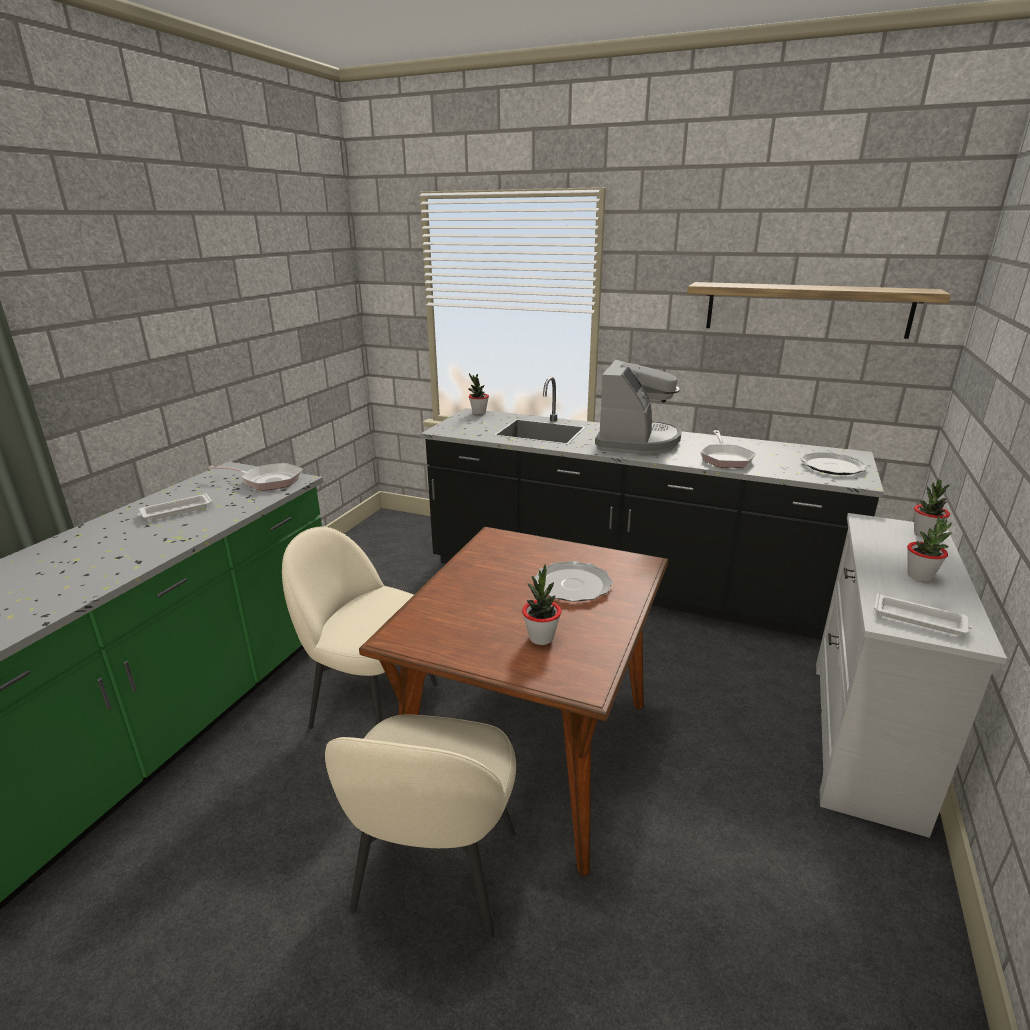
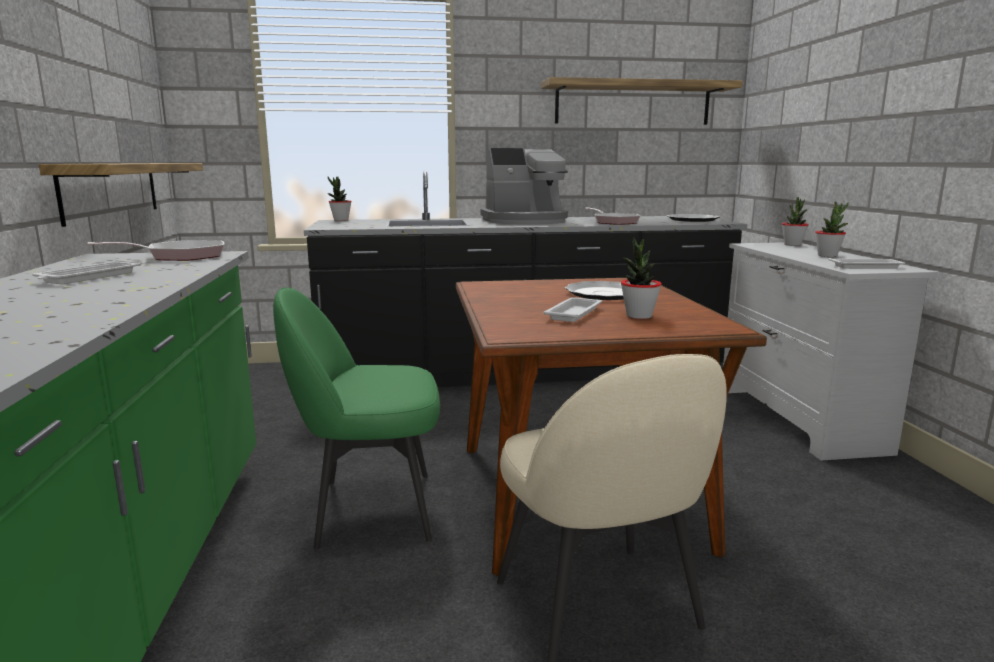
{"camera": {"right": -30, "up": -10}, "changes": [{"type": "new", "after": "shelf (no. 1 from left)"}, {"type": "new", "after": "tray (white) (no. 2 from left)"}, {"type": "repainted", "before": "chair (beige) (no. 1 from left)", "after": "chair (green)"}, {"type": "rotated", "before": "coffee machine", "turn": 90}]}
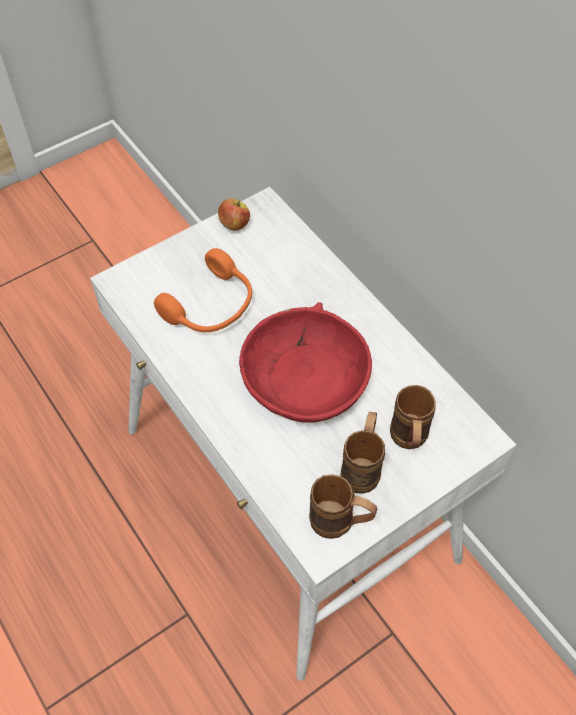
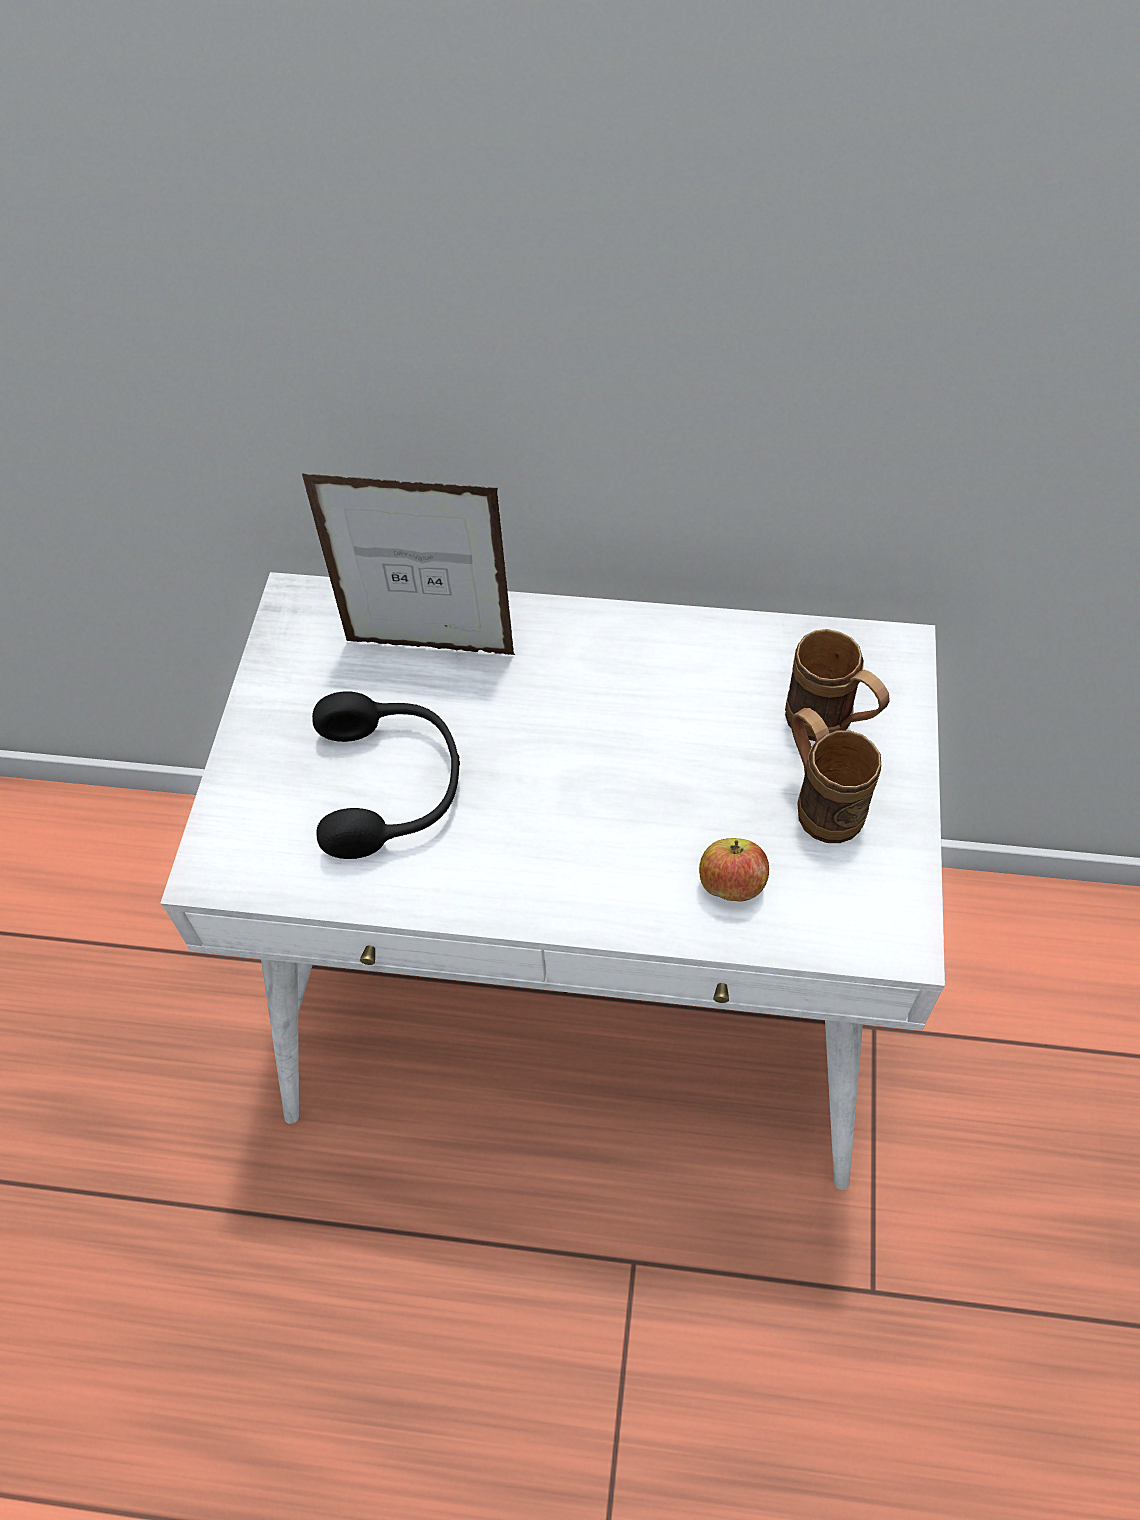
{"camera": {"right": -45, "up": 0}, "changes": [{"type": "gone", "before": "bowl (red)"}, {"type": "gone", "before": "mug (brown) (no. 1 from left)"}, {"type": "new", "after": "picture frame"}, {"type": "shifted", "before": "apple"}, {"type": "repainted", "before": "headphones (orange)", "after": "headphones (black)"}]}
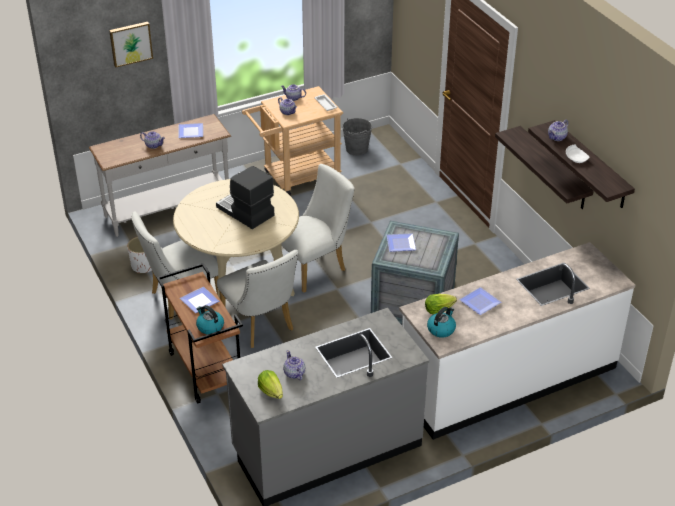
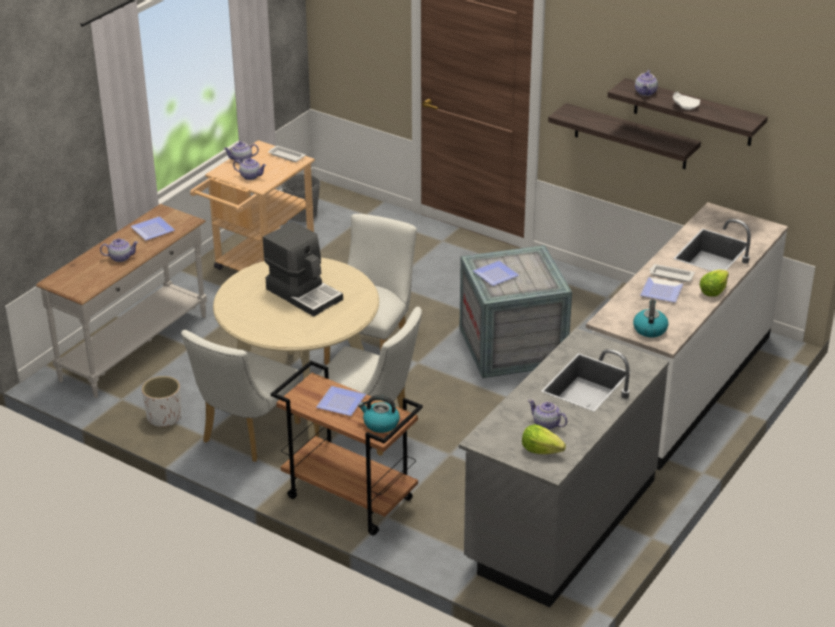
{"camera": {"right": -30, "up": -5}, "changes": [{"type": "gone", "before": "picture"}, {"type": "new", "after": "tray (white) (no. 2 from left)"}, {"type": "shifted", "before": "lettuce (no. 2 from left)"}, {"type": "rotated", "before": "coffee machine", "turn": -150}]}
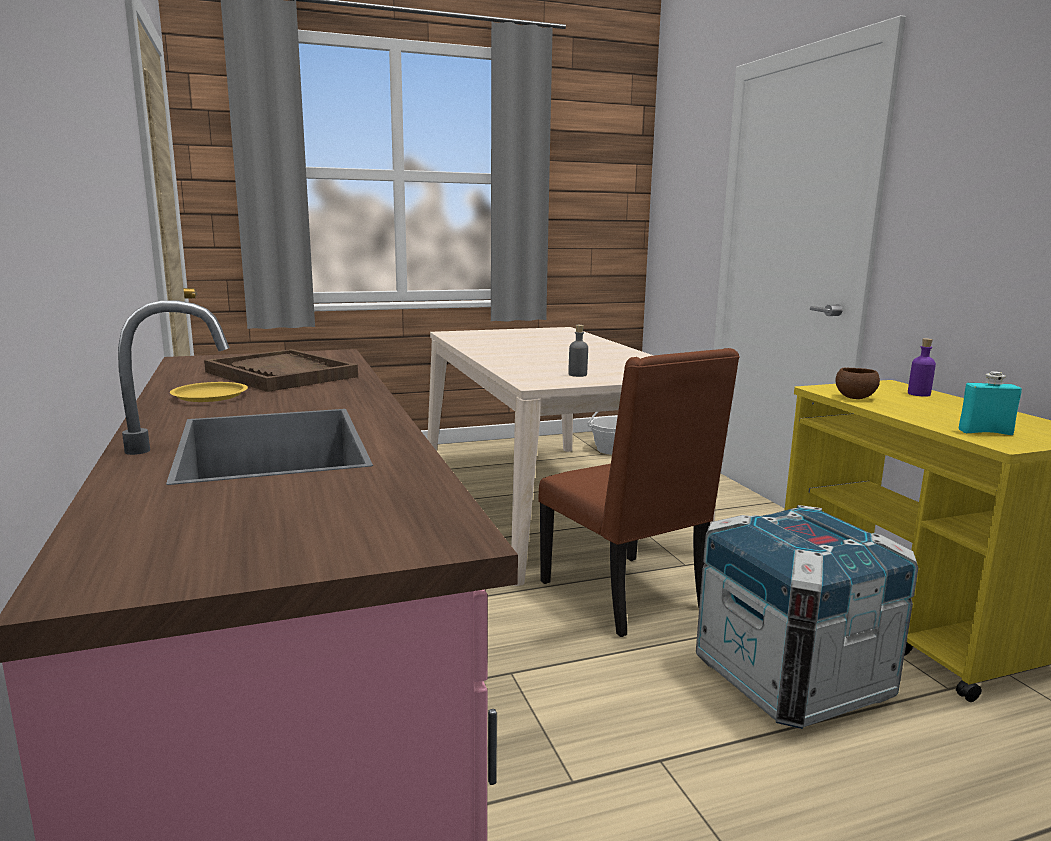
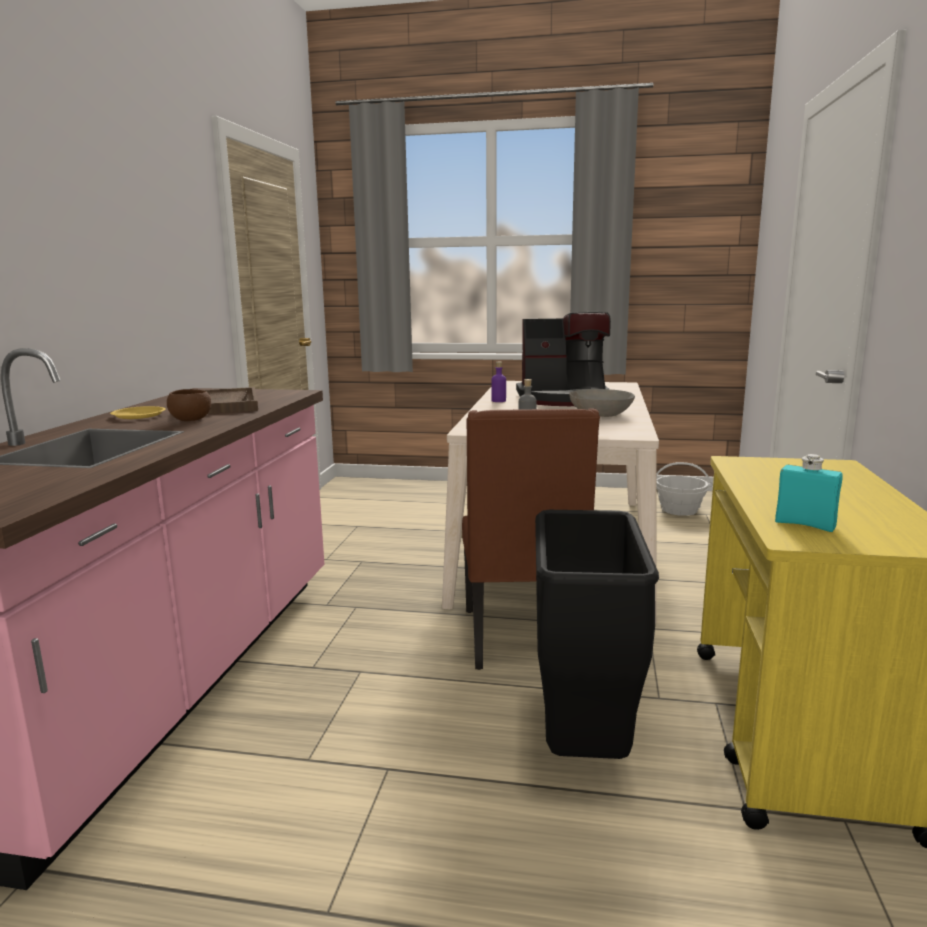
{"camera": {"right": 30, "up": 0}, "changes": [{"type": "new", "after": "coffee machine"}, {"type": "new", "after": "bowl (grey)"}, {"type": "shifted", "before": "bowl (brown)"}, {"type": "shifted", "before": "bottle (purple)"}, {"type": "swapped", "before": "crate", "after": "trash can (black)"}]}
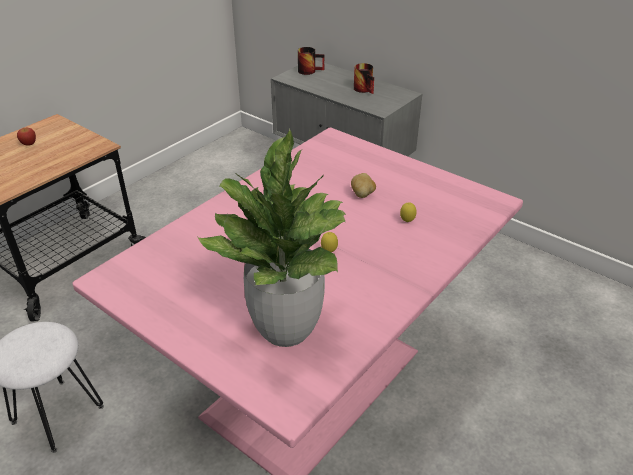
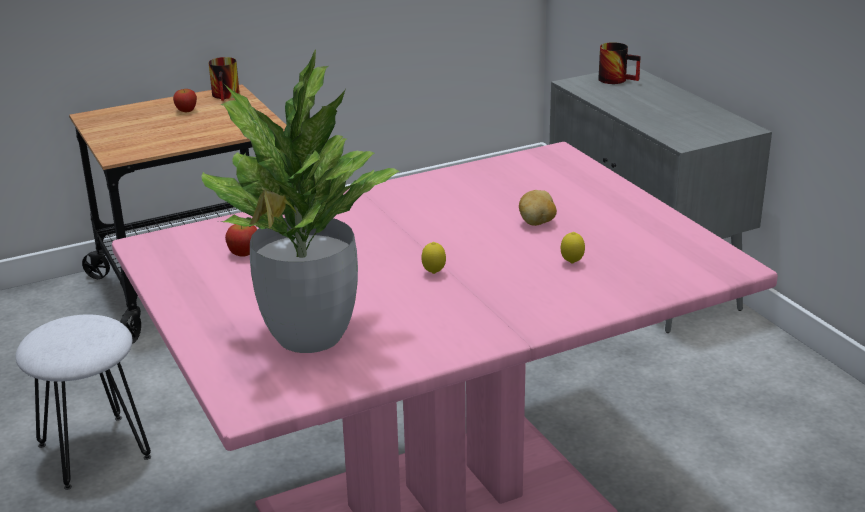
{"camera": {"right": 25, "up": -10}, "changes": [{"type": "new", "after": "apple (no. 2 from left)"}, {"type": "shifted", "before": "mug (no. 2 from left in the first image)", "after": "mug (no. 1 from left)"}]}
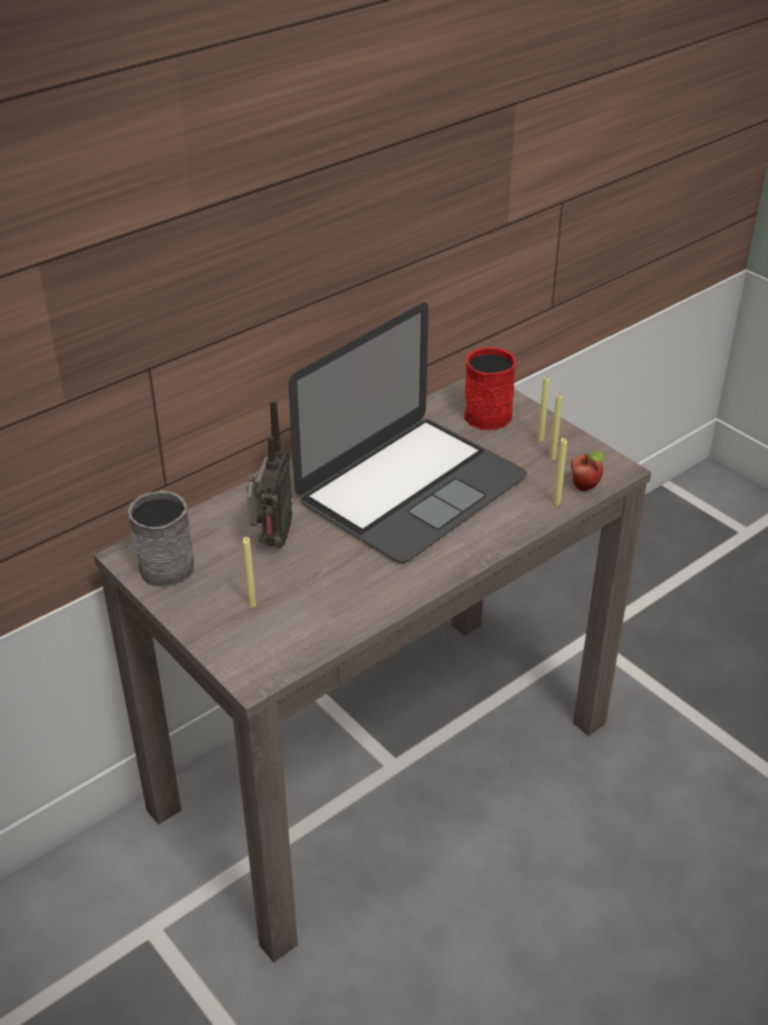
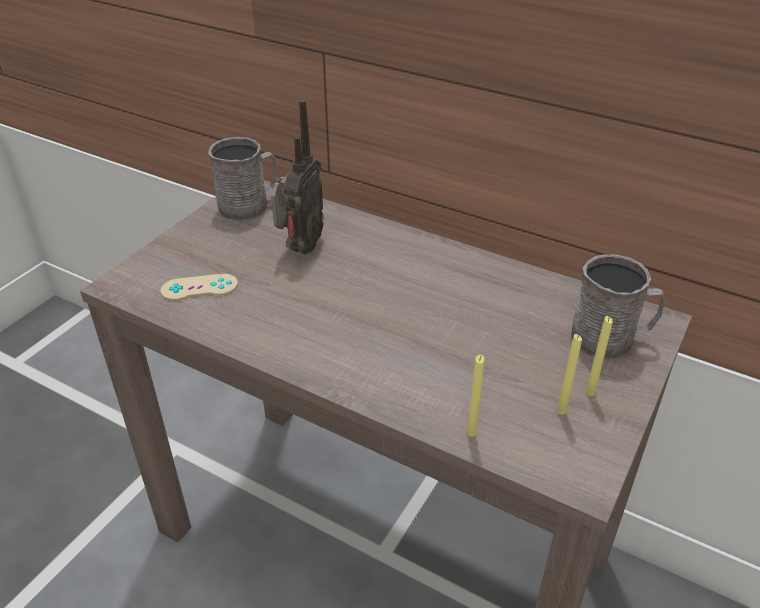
{"camera": {"right": 70, "up": 0}, "changes": [{"type": "gone", "before": "candle (yellow) (no. 1 from left)"}, {"type": "gone", "before": "laptop"}, {"type": "gone", "before": "apple"}, {"type": "new", "after": "game controller (beige)"}, {"type": "repainted", "before": "mug (red)", "after": "mug (grey) (no. 2 from left)"}, {"type": "rotated", "before": "radio", "turn": -60}]}
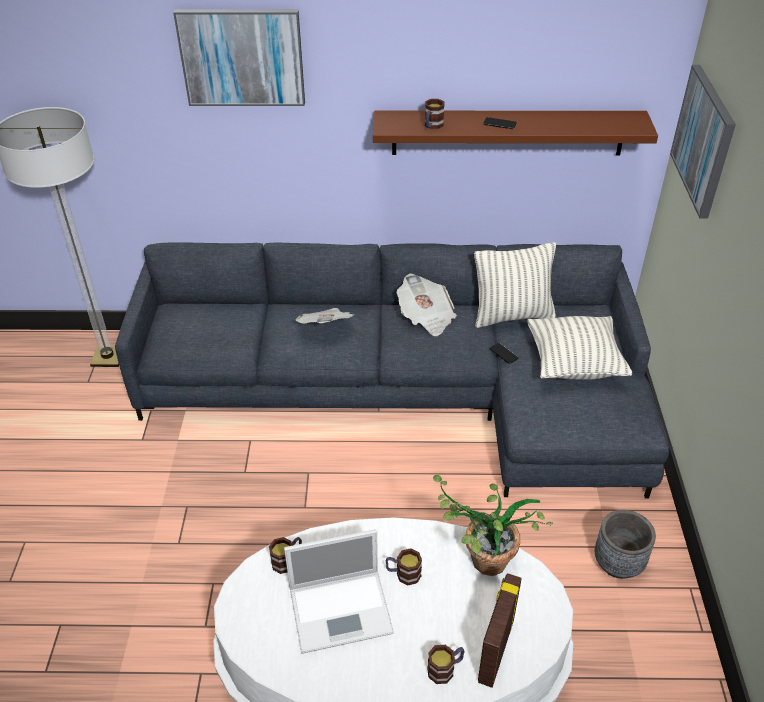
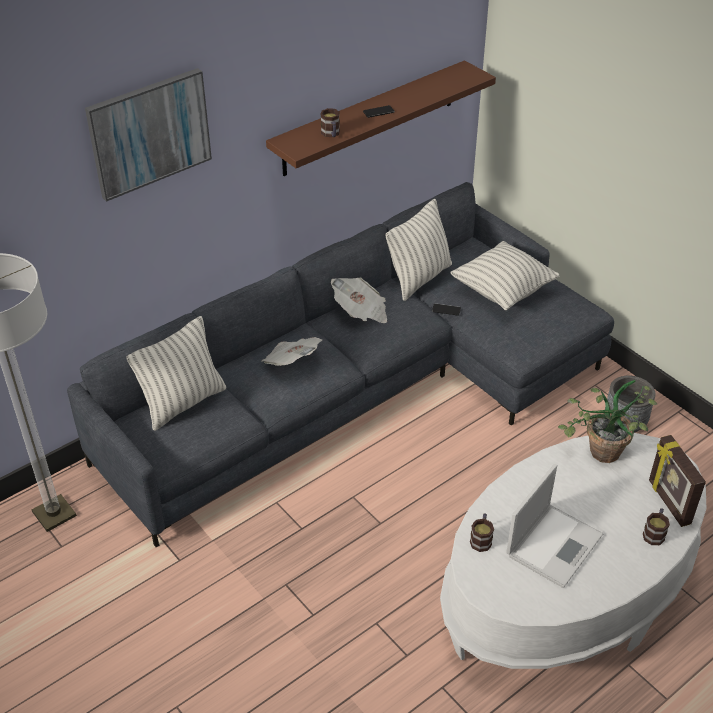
{"camera": {"right": -40, "up": 0}, "changes": [{"type": "gone", "before": "mug (no. 2 from left)"}, {"type": "gone", "before": "picture (no. 2 from left)"}, {"type": "new", "after": "pillow (no. 1 from left)"}]}
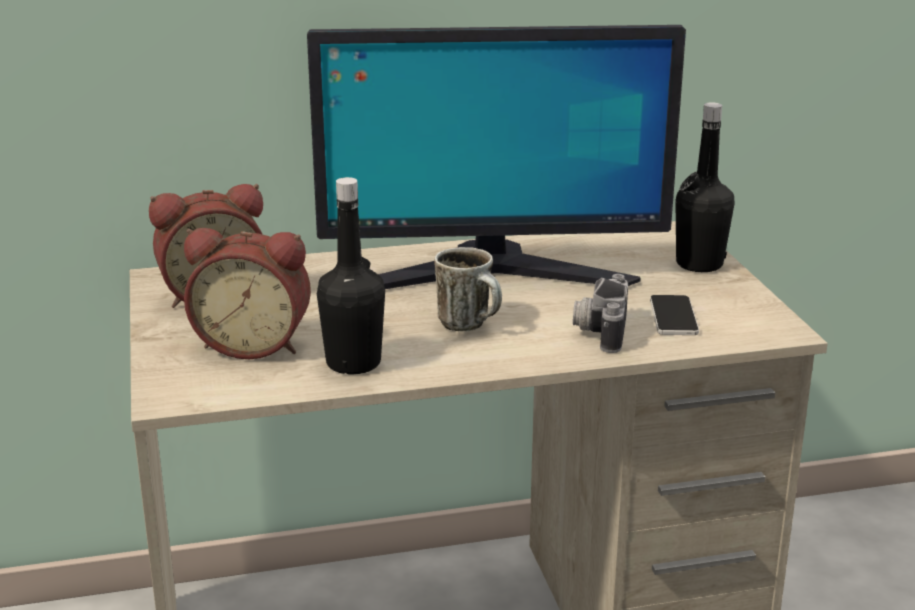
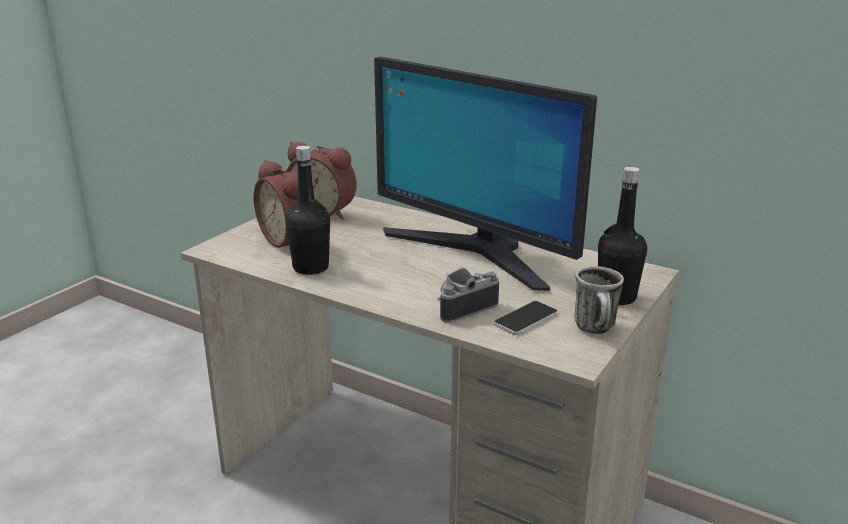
{"camera": {"right": 45, "up": 0}, "changes": [{"type": "shifted", "before": "mug"}]}
